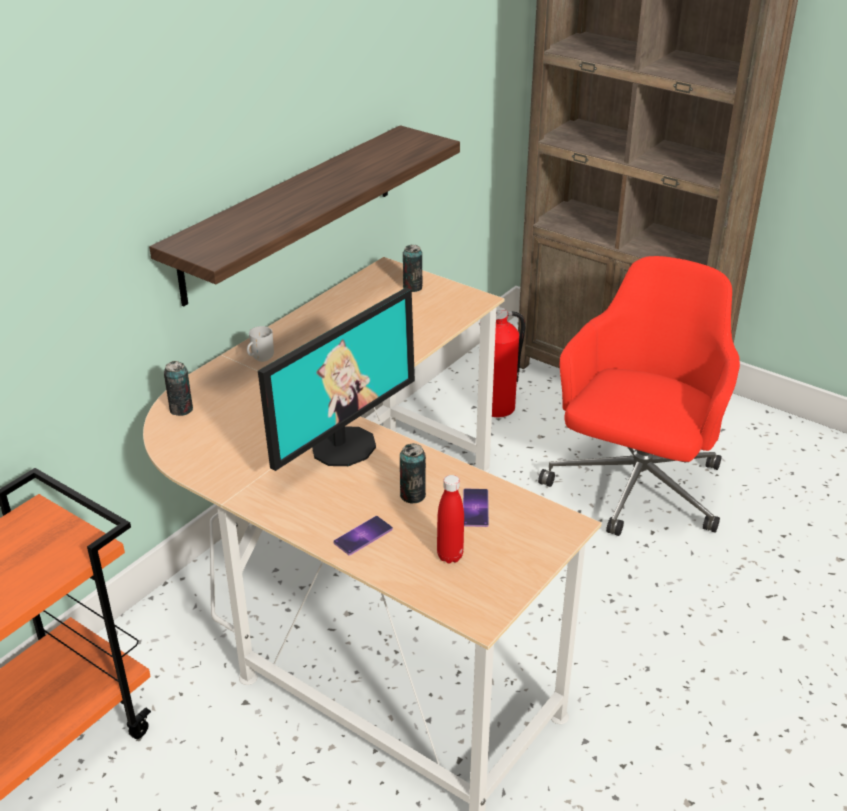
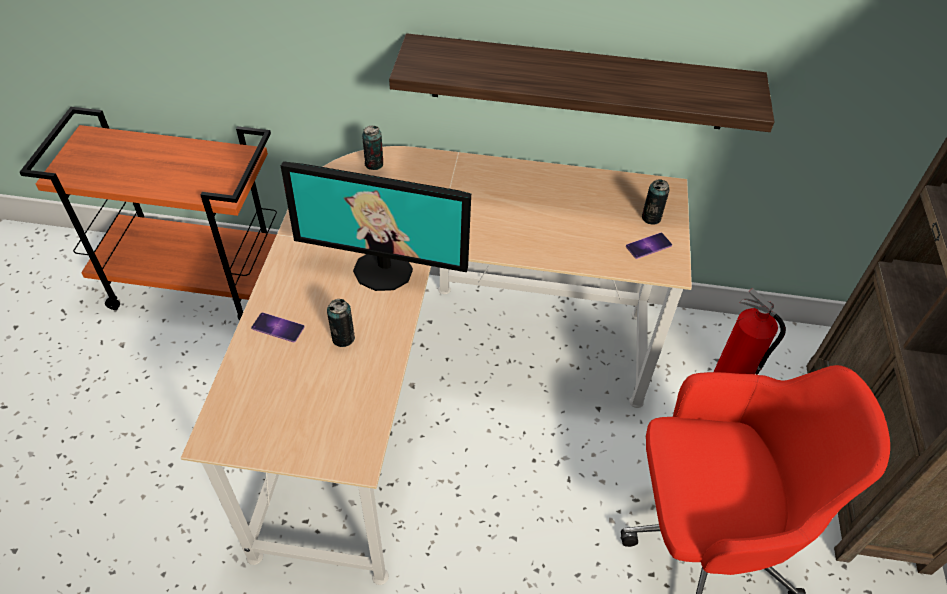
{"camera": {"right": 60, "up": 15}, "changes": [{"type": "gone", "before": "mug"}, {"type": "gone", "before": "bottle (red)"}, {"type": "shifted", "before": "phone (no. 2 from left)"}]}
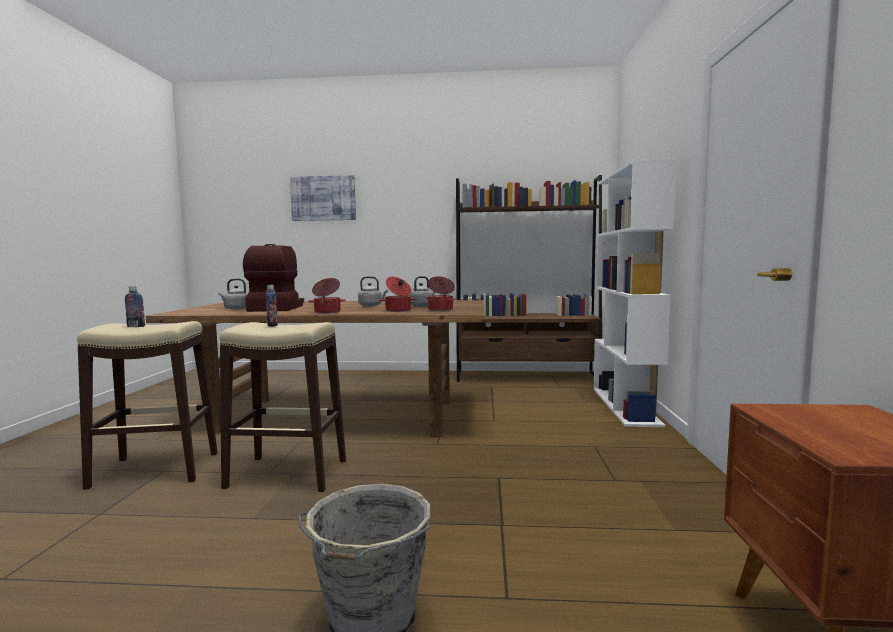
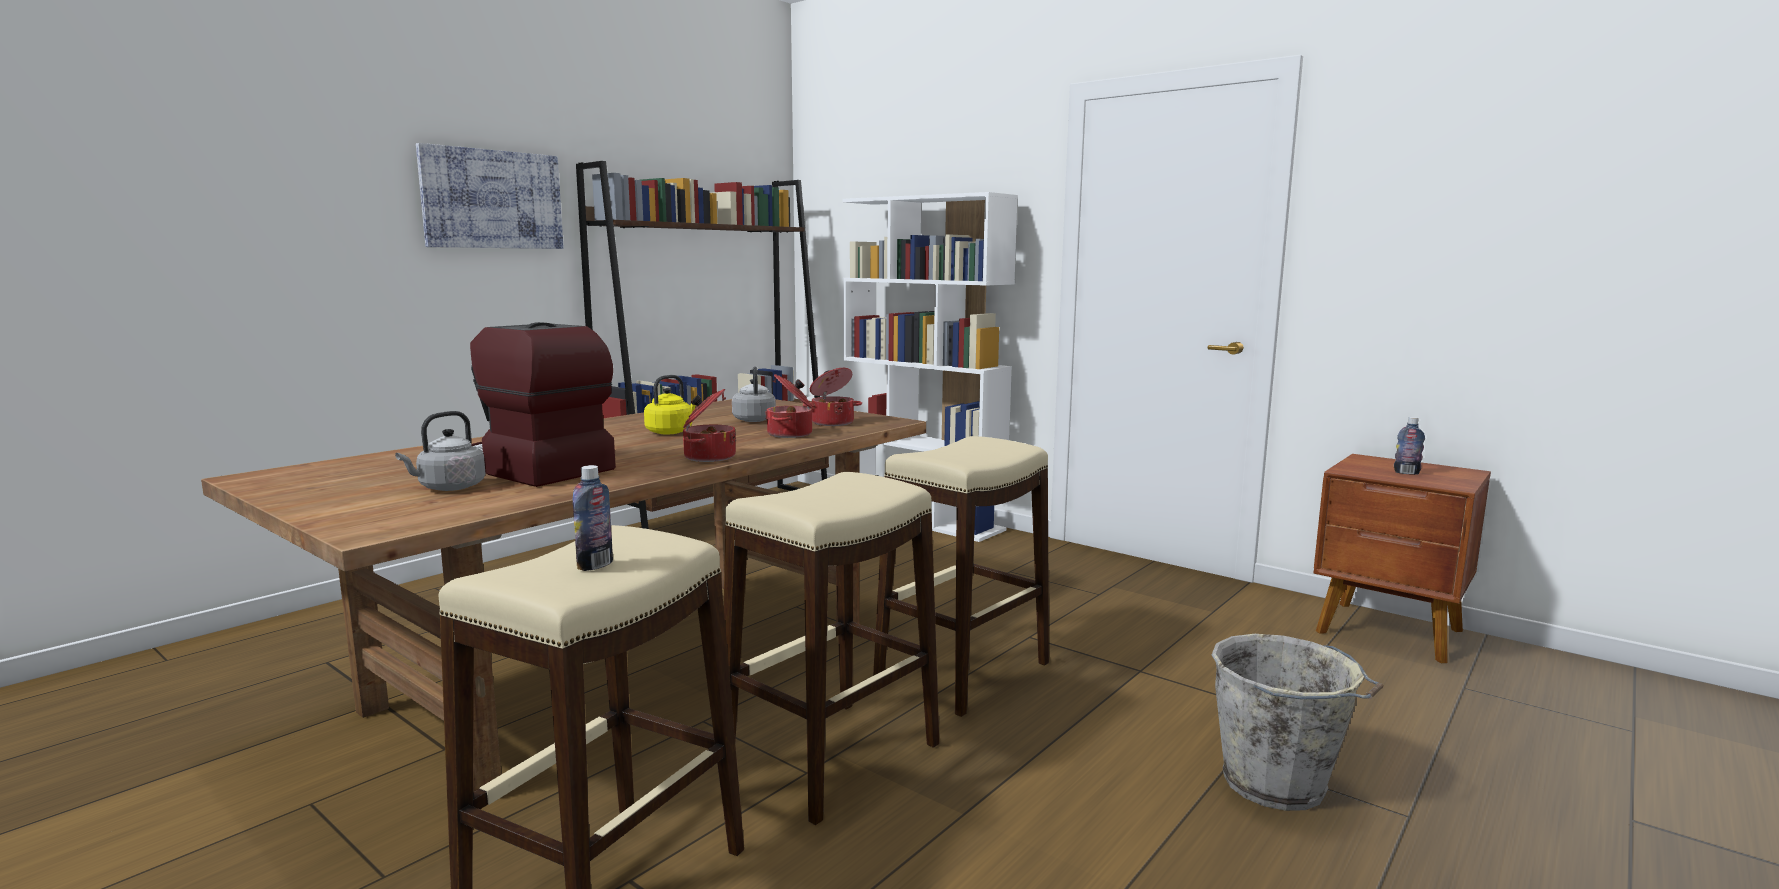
{"camera": {"right": -55, "up": 5}, "changes": [{"type": "new", "after": "stool (beige) (no. 3 from left)"}, {"type": "shifted", "before": "bottle (no. 2 from left)"}, {"type": "shifted", "before": "picture"}, {"type": "repainted", "before": "kettle (grey) (no. 2 from left)", "after": "kettle (yellow)"}]}
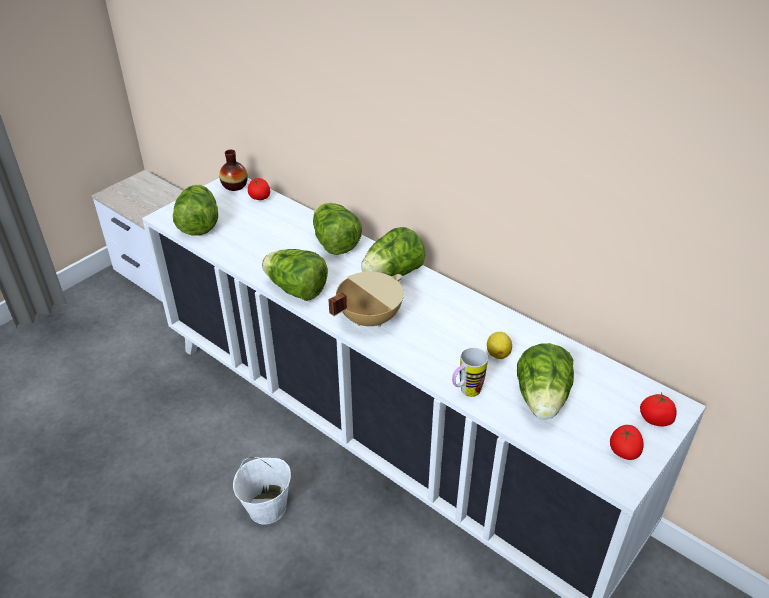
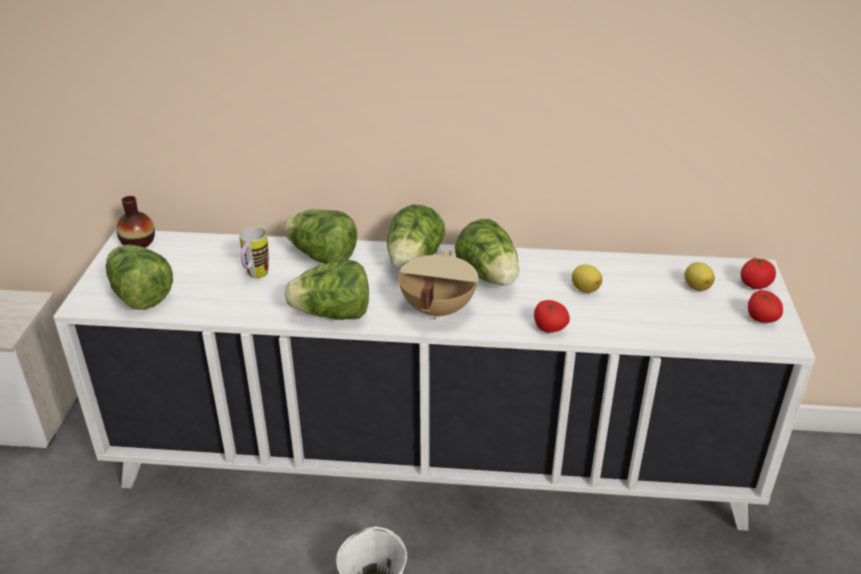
{"camera": {"right": -35, "up": -5}, "changes": [{"type": "new", "after": "lemon (no. 2 from left)"}, {"type": "shifted", "before": "tomato (no. 1 from left)"}, {"type": "shifted", "before": "mug"}, {"type": "shifted", "before": "lettuce (no. 5 from left)"}]}
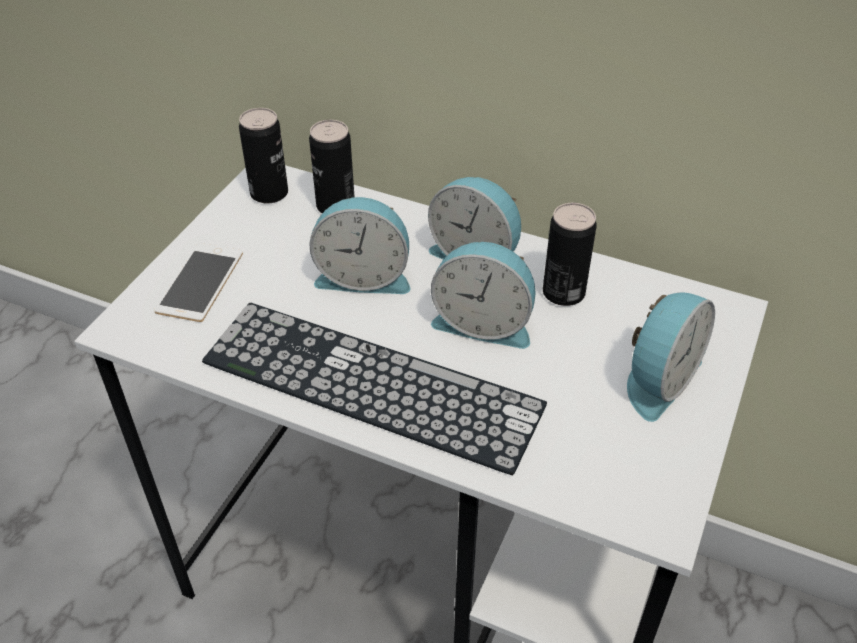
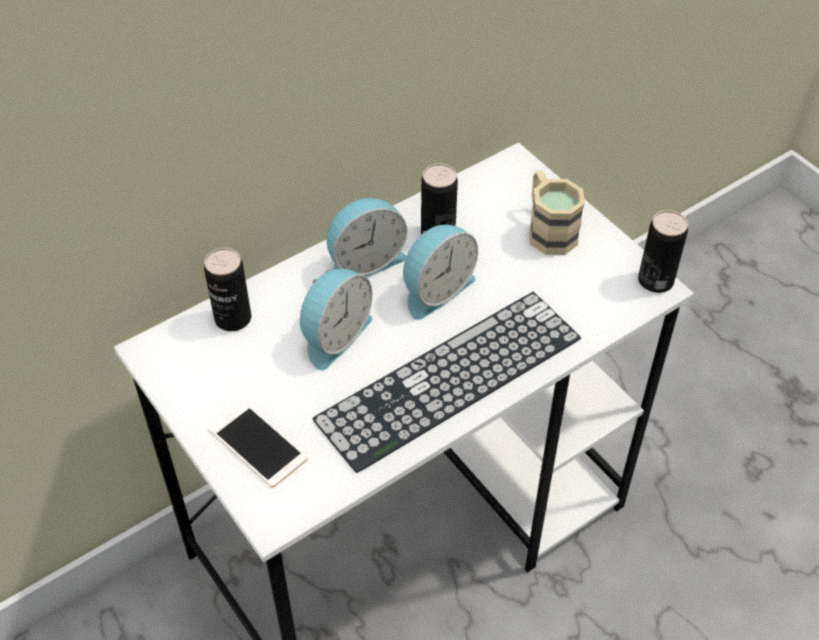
{"camera": {"right": -60, "up": 5}, "changes": [{"type": "shifted", "before": "can (no. 1 from left in the first image)", "after": "can (no. 3 from left)"}, {"type": "swapped", "before": "alarm clock (no. 4 from left)", "after": "mug (beige)"}]}
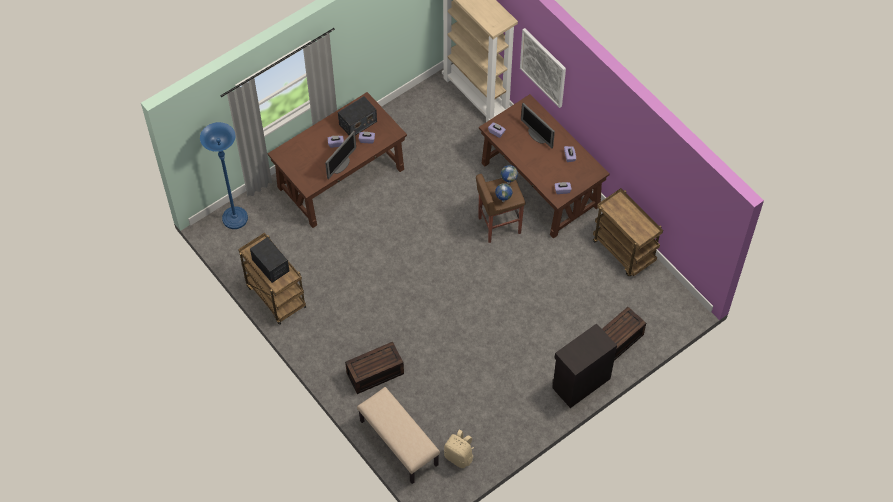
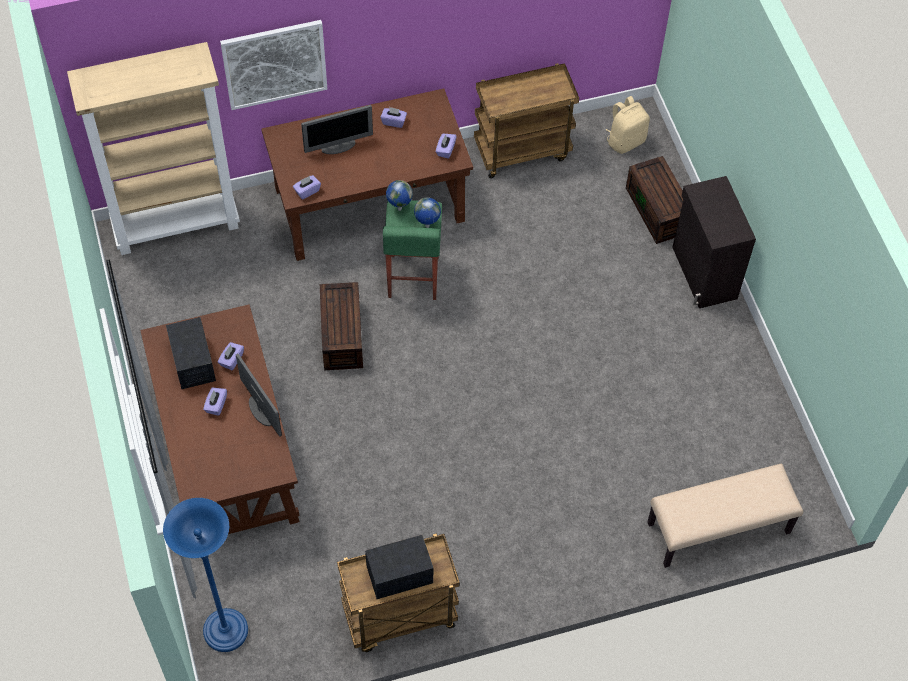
{"camera": {"right": -70, "up": 0}, "changes": [{"type": "shifted", "before": "storage box (brown) (no. 1 from left)"}, {"type": "shifted", "before": "backpack (beige)"}, {"type": "repainted", "before": "stool (brown)", "after": "stool (green)"}]}
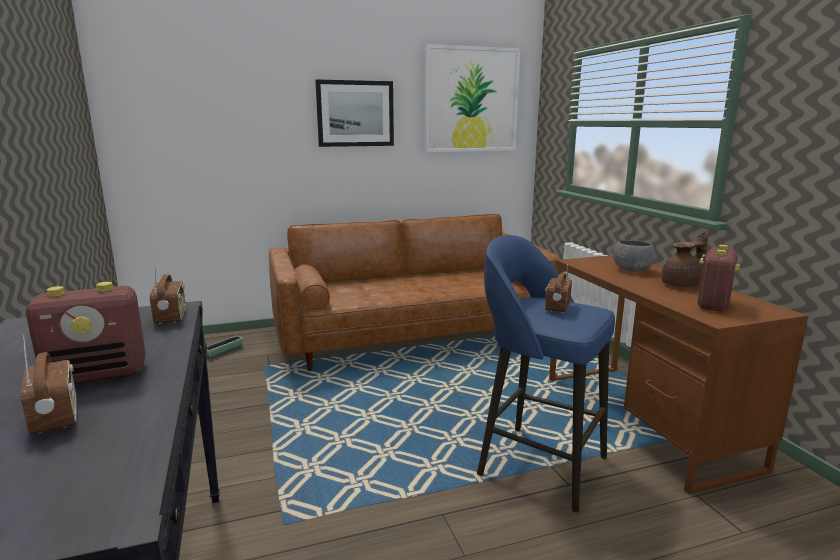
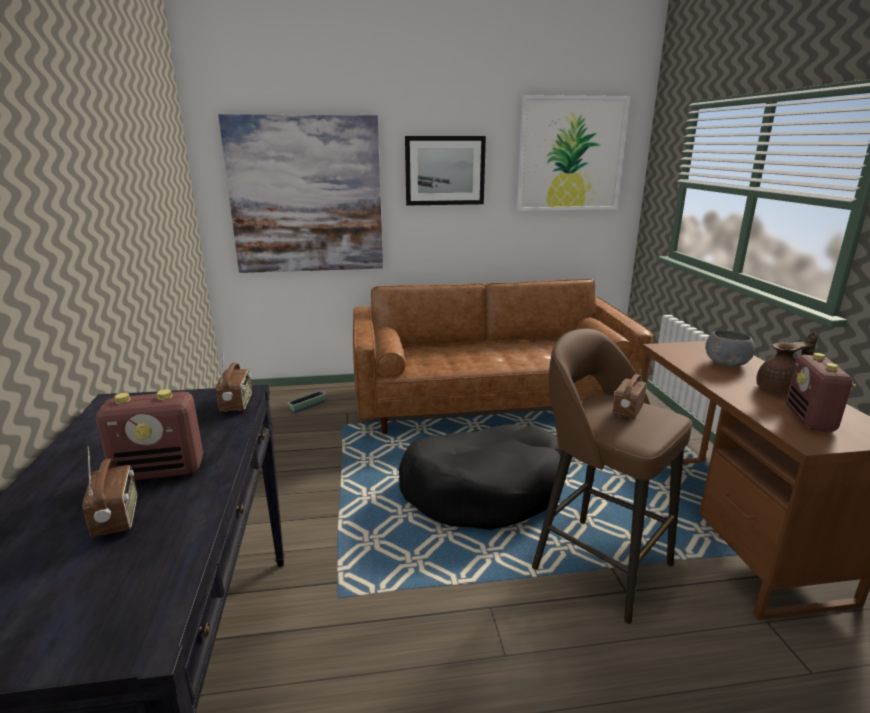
{"camera": {"right": 10, "up": 5}, "changes": [{"type": "new", "after": "picture (no. 1 from left)"}, {"type": "new", "after": "dog bed (black)"}, {"type": "repainted", "before": "stool (blue)", "after": "stool (brown)"}, {"type": "rotated", "before": "radio (no. 5 from left)", "turn": 150}]}
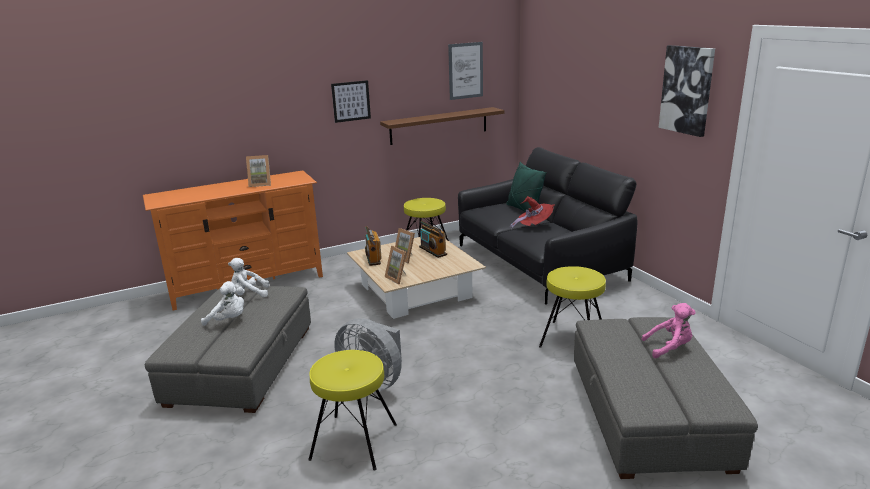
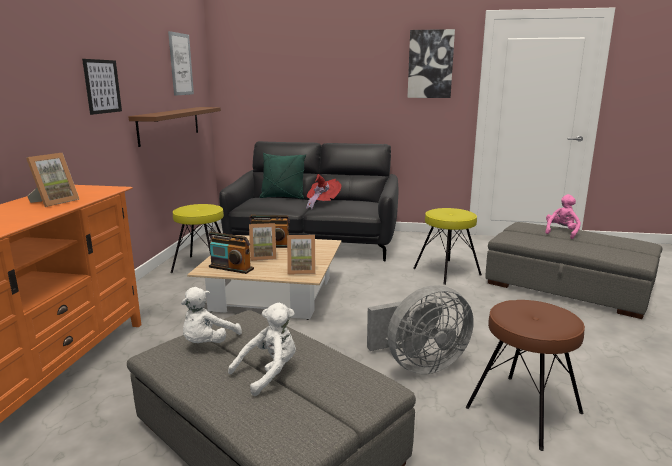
{"camera": {"right": -55, "up": -5}, "changes": [{"type": "repainted", "before": "stool (yellow) (no. 1 from left)", "after": "stool (brown)"}]}
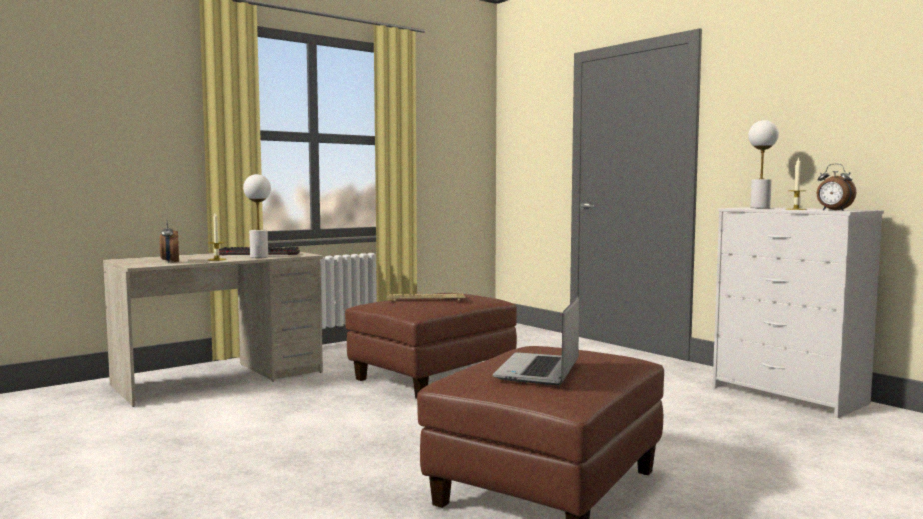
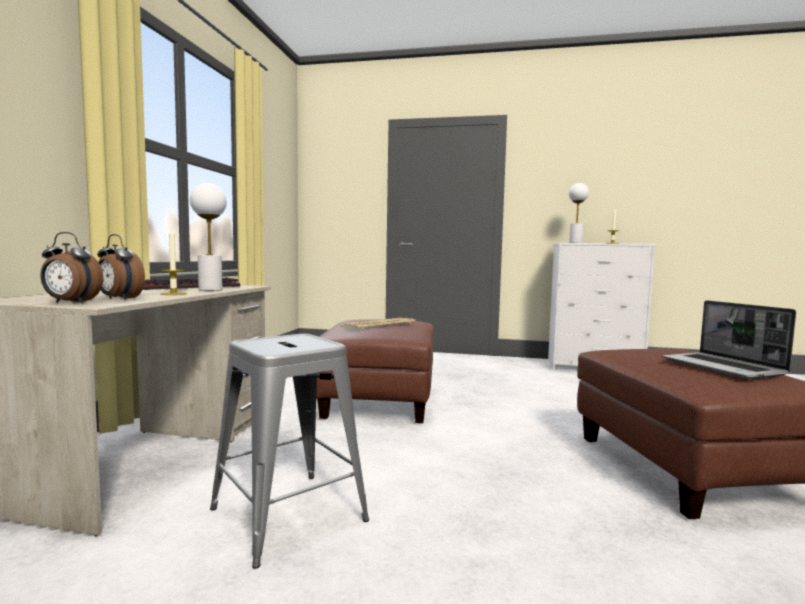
{"camera": {"right": -40, "up": 0}, "changes": [{"type": "new", "after": "stool (grey)"}, {"type": "shifted", "before": "alarm clock (no. 2 from left in the first image)", "after": "alarm clock (no. 1 from left)"}]}
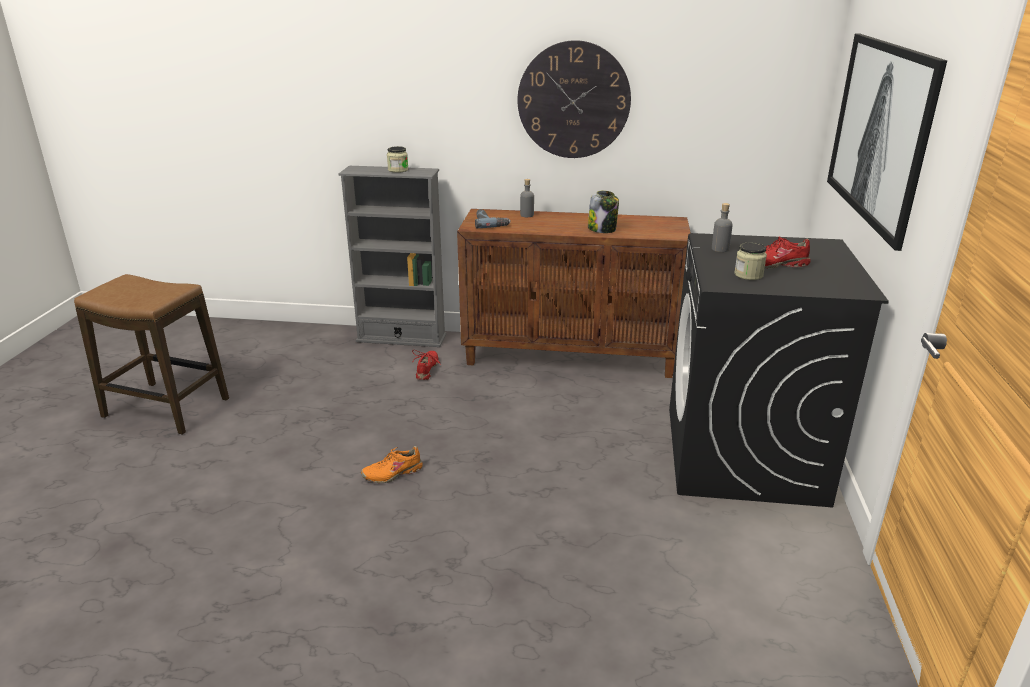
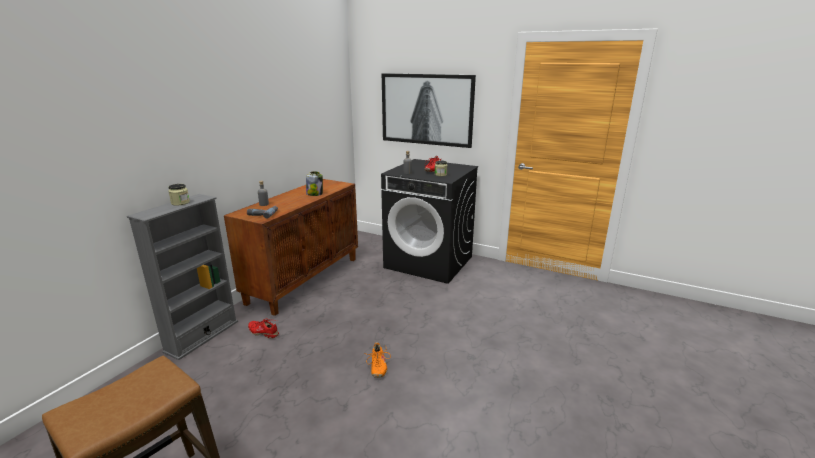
{"camera": {"right": -70, "up": -5}, "changes": [{"type": "gone", "before": "wall clock"}]}
